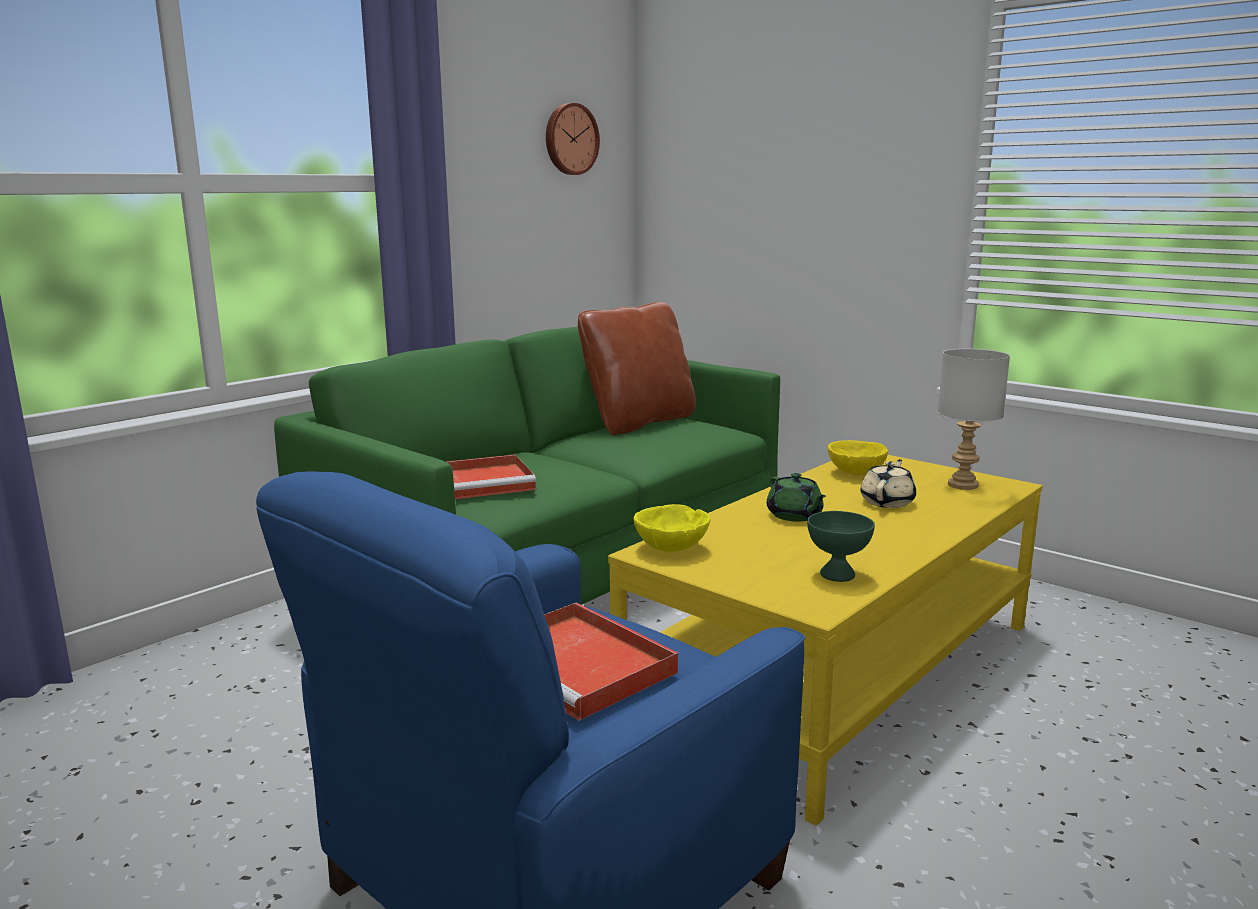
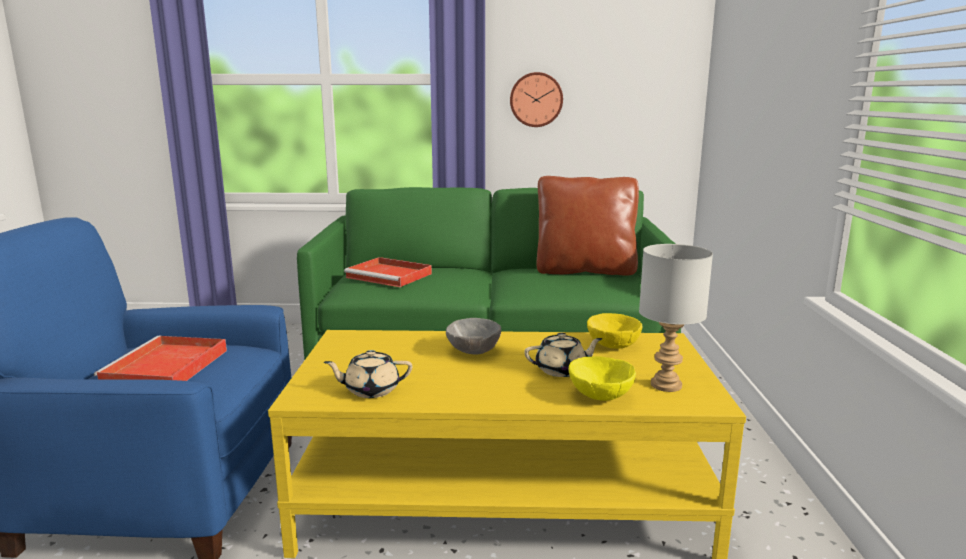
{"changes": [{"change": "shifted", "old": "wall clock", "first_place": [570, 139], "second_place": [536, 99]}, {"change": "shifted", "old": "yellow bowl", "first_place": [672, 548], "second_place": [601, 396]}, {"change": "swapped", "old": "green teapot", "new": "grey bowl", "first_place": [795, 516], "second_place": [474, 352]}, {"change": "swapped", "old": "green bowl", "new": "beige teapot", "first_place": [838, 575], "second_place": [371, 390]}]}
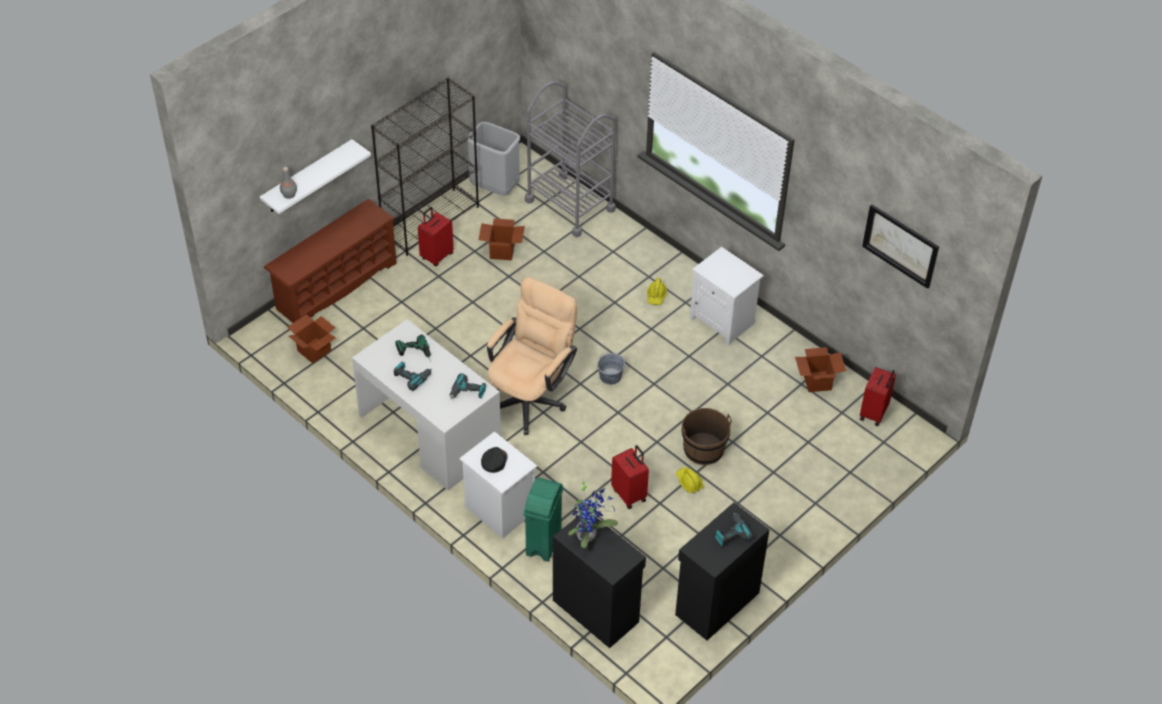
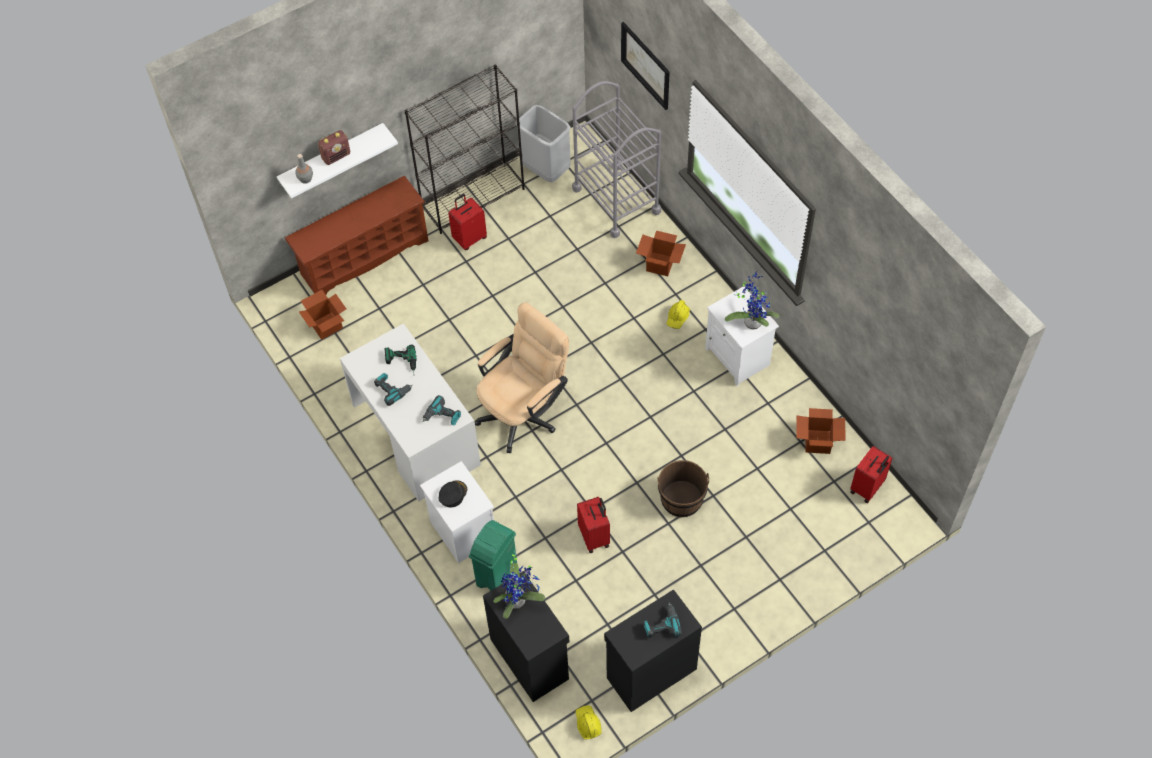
{"changes": [{"change": "gone", "old": "grey bucket", "first_place": [610, 376]}, {"change": "new", "new": "radio", "second_place": [336, 156]}, {"change": "new", "new": "potted plant", "second_place": [752, 321]}, {"change": "shifted", "old": "cardboard box", "first_place": [502, 251], "second_place": [660, 264]}, {"change": "shifted", "old": "yellow hard hat", "first_place": [689, 482], "second_place": [587, 724]}, {"change": "shifted", "old": "picture", "first_place": [900, 245], "second_place": [646, 65]}]}
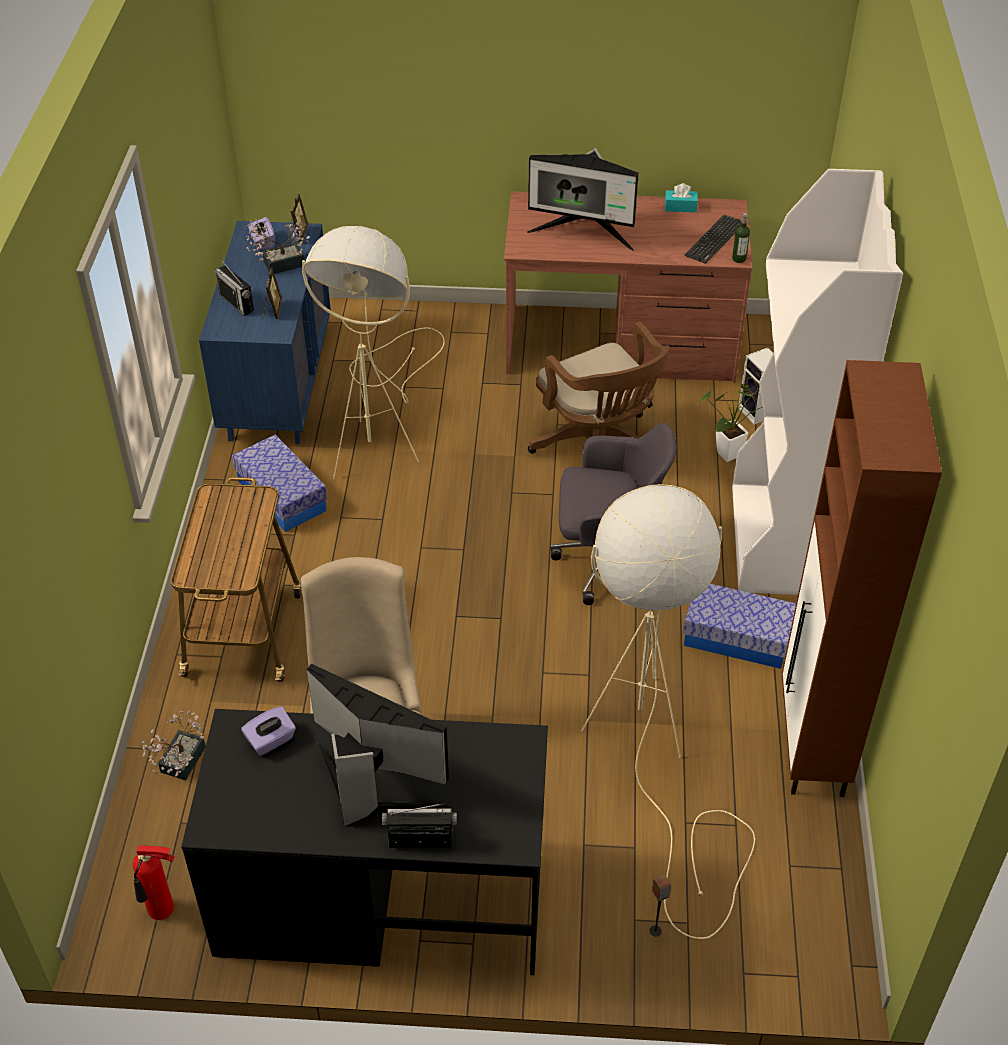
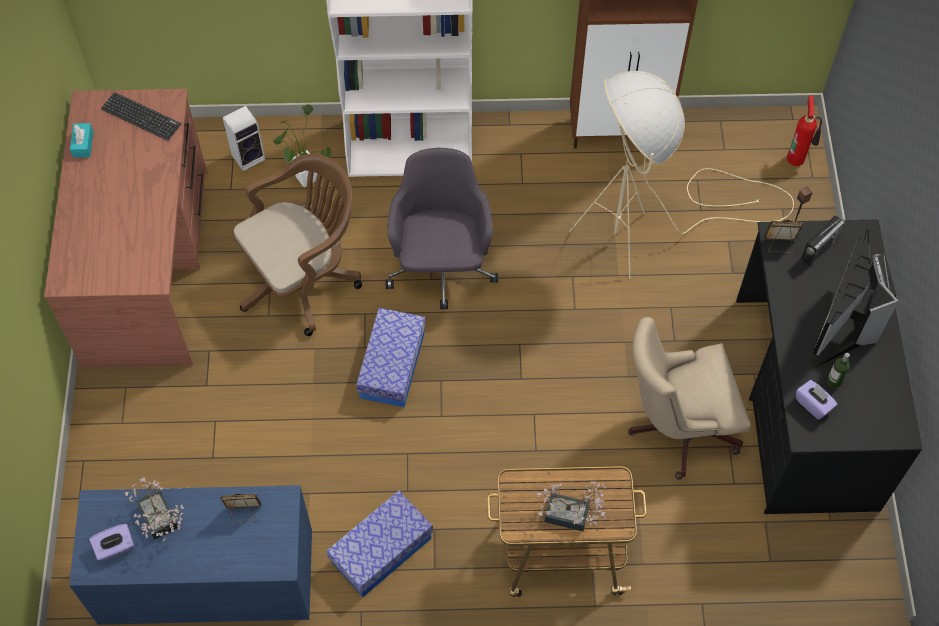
{"changes": [{"change": "gone", "old": "beige floor lamp", "first_place": [380, 427]}, {"change": "gone", "old": "monitor", "first_place": [584, 233]}, {"change": "shifted", "old": "fire extinguisher", "first_place": [162, 911], "second_place": [797, 157]}, {"change": "shifted", "old": "potted plant", "first_place": [179, 764], "second_place": [572, 516]}, {"change": "shifted", "old": "radio", "first_place": [236, 303], "second_place": [819, 249]}, {"change": "shifted", "old": "picture frame", "first_place": [298, 235], "second_place": [779, 245]}, {"change": "shifted", "old": "storage box", "first_place": [737, 637], "second_place": [392, 365]}, {"change": "shifted", "old": "bottle", "first_place": [739, 259], "second_place": [834, 381]}]}
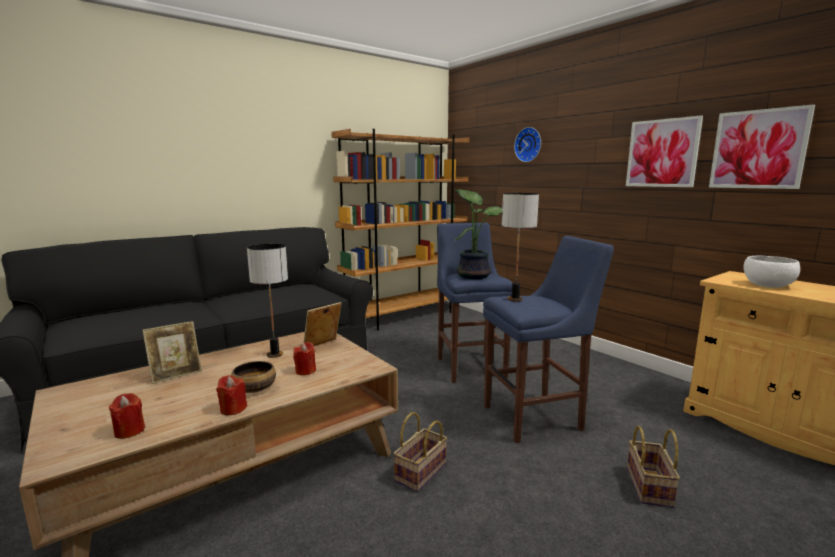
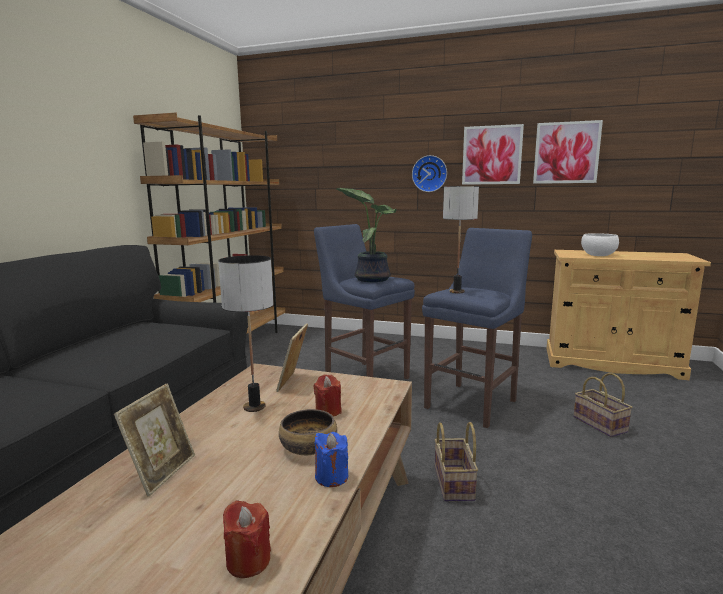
{"changes": [{"change": "shifted", "old": "wall clock", "first_place": [529, 144], "second_place": [429, 173]}, {"change": "repainted", "old": "red candle", "new": "blue candle", "first_place": [233, 409], "second_place": [331, 477]}]}
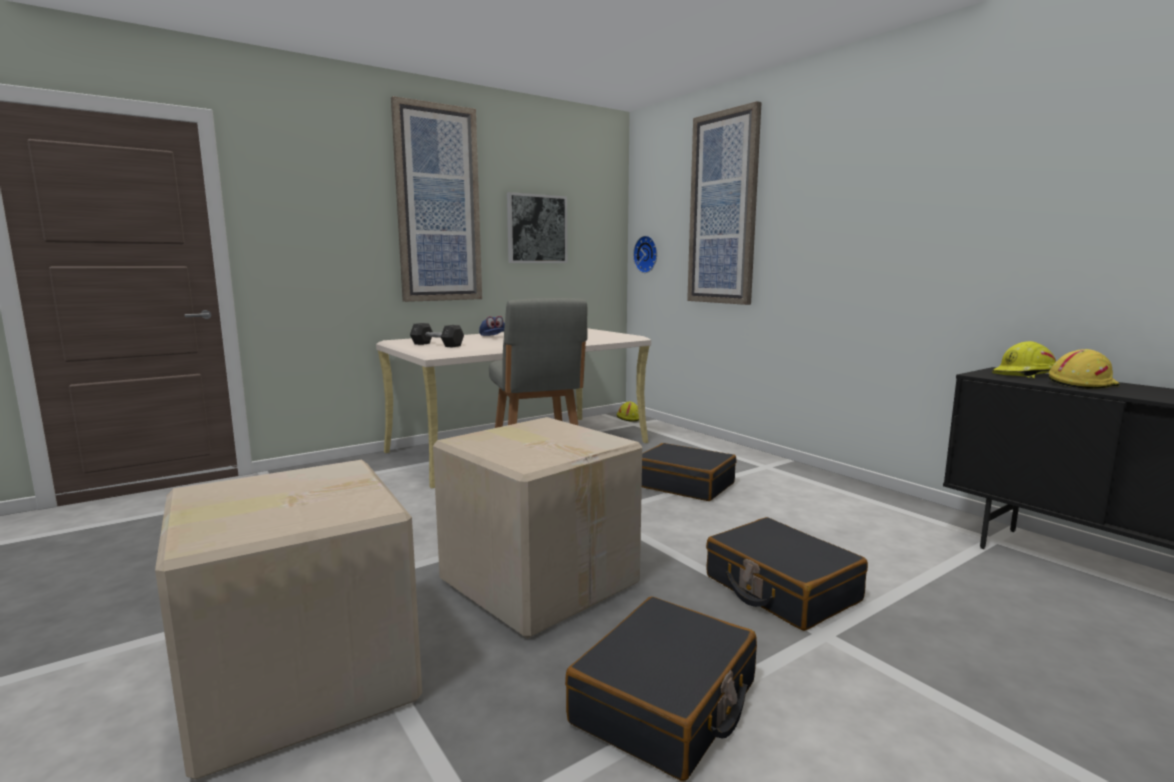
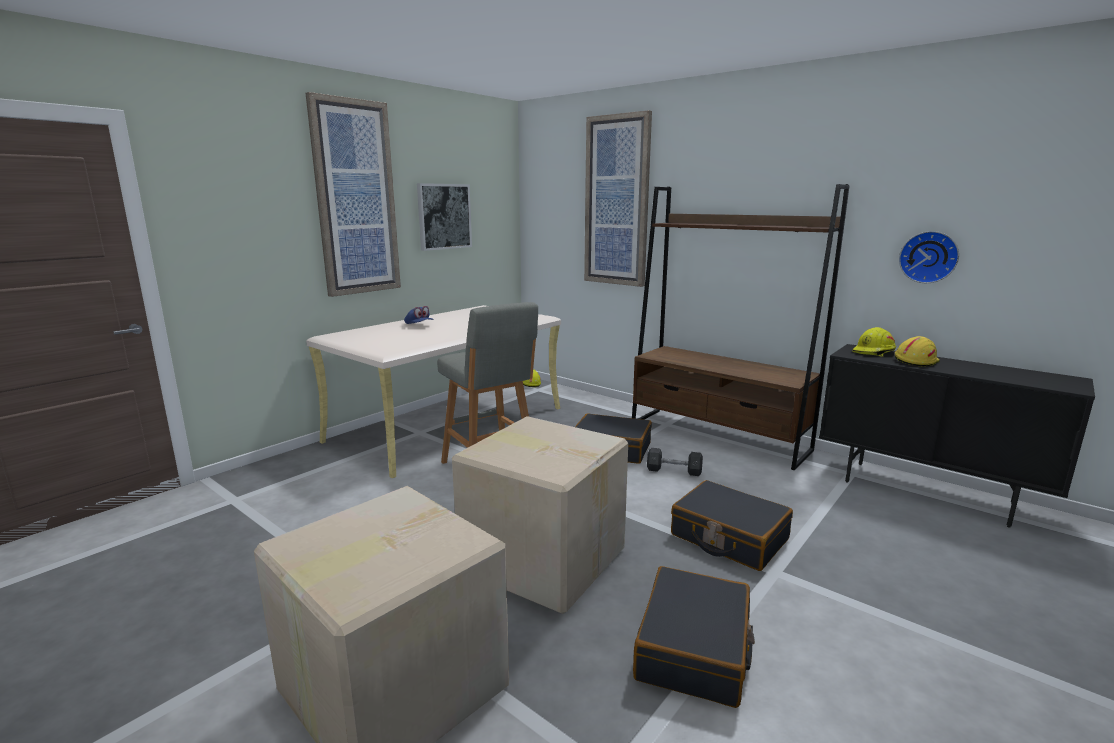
{"changes": [{"change": "new", "new": "brown bookcase", "second_place": [718, 437]}, {"change": "shifted", "old": "grey dumbbell", "first_place": [437, 345], "second_place": [674, 470]}, {"change": "shifted", "old": "wall clock", "first_place": [647, 254], "second_place": [929, 257]}]}
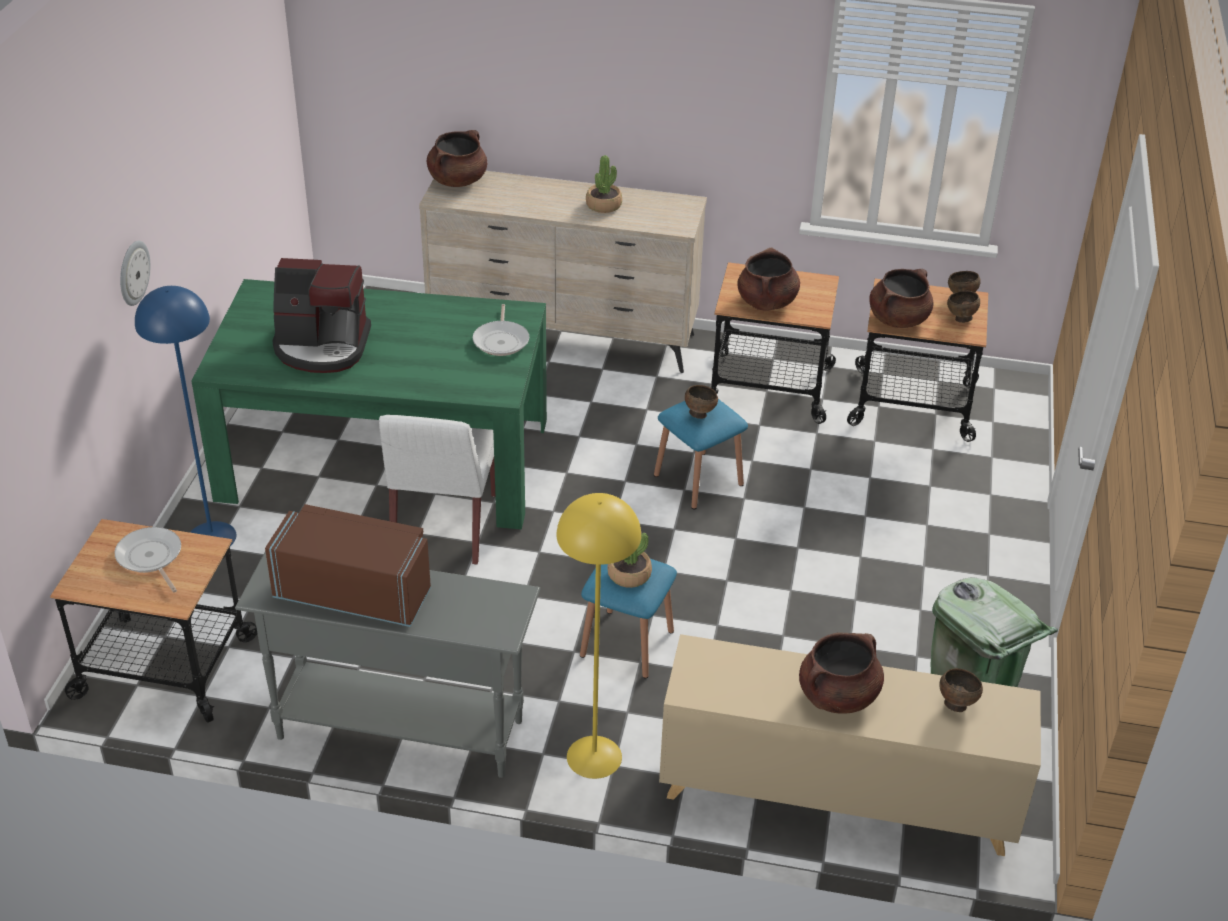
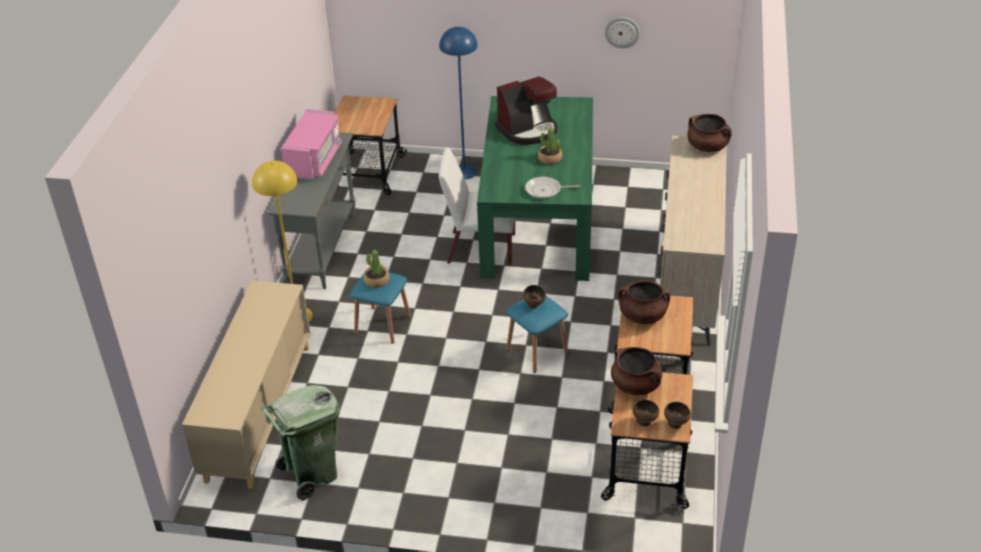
{"changes": [{"change": "gone", "old": "frying pan", "first_place": [150, 558]}, {"change": "gone", "old": "brown cooking pot", "first_place": [837, 696]}, {"change": "gone", "old": "brown bowl", "first_place": [956, 704]}, {"change": "shifted", "old": "wall clock", "first_place": [133, 272], "second_place": [622, 32]}, {"change": "shifted", "old": "potted plant", "first_place": [603, 205], "second_place": [549, 159]}, {"change": "repainted", "old": "brown microwave", "new": "pink microwave", "first_place": [354, 593], "second_place": [314, 160]}, {"change": "rotated", "old": "coffee machine", "first_place": [322, 347], "second_place": [528, 130], "degrees": -120}]}
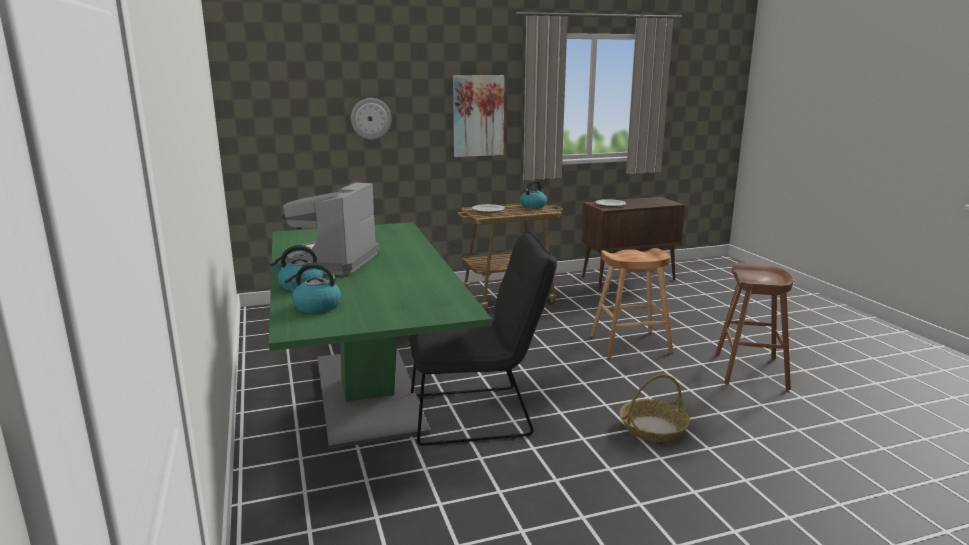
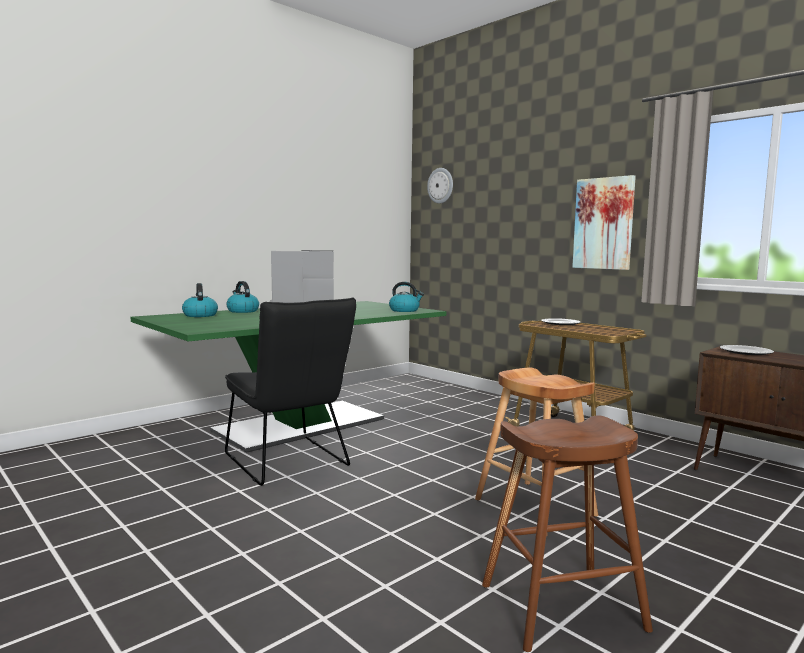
{"changes": [{"change": "gone", "old": "basket", "first_place": [653, 428]}, {"change": "shifted", "old": "wall clock", "first_place": [371, 118], "second_place": [440, 185]}, {"change": "shifted", "old": "kettle", "first_place": [533, 206], "second_place": [405, 310]}]}
